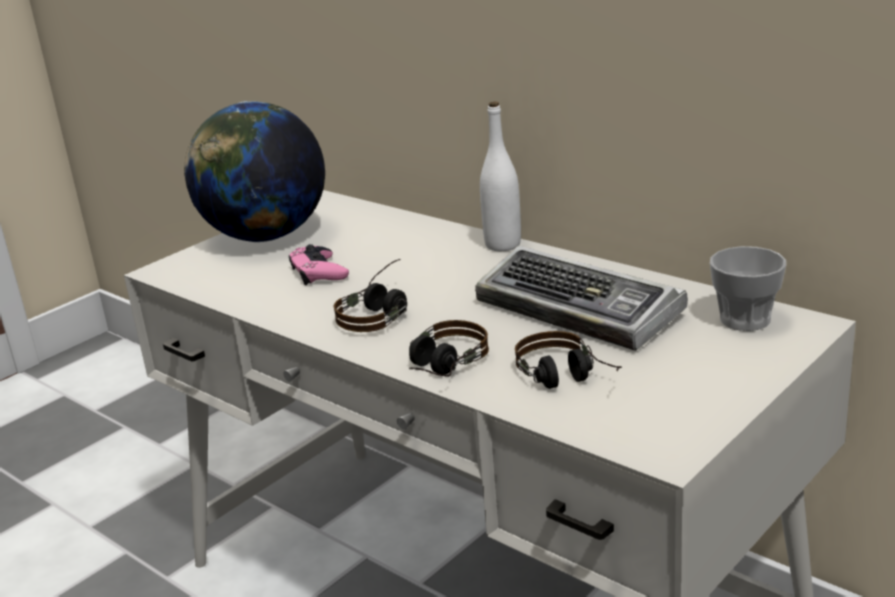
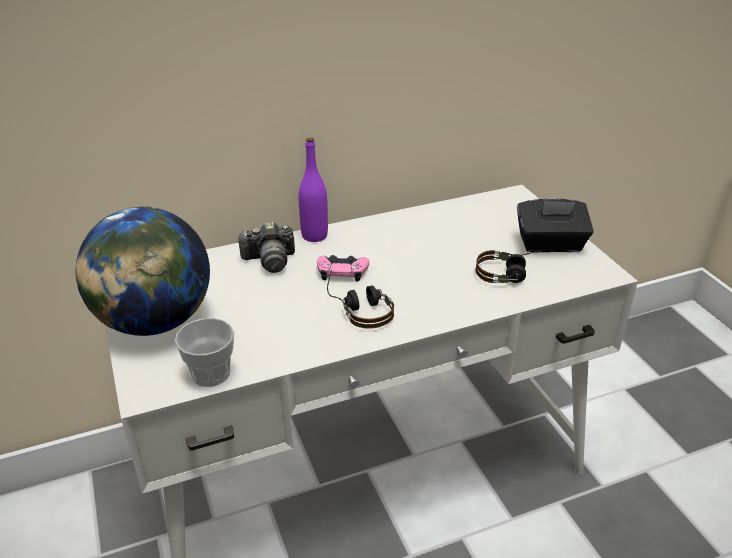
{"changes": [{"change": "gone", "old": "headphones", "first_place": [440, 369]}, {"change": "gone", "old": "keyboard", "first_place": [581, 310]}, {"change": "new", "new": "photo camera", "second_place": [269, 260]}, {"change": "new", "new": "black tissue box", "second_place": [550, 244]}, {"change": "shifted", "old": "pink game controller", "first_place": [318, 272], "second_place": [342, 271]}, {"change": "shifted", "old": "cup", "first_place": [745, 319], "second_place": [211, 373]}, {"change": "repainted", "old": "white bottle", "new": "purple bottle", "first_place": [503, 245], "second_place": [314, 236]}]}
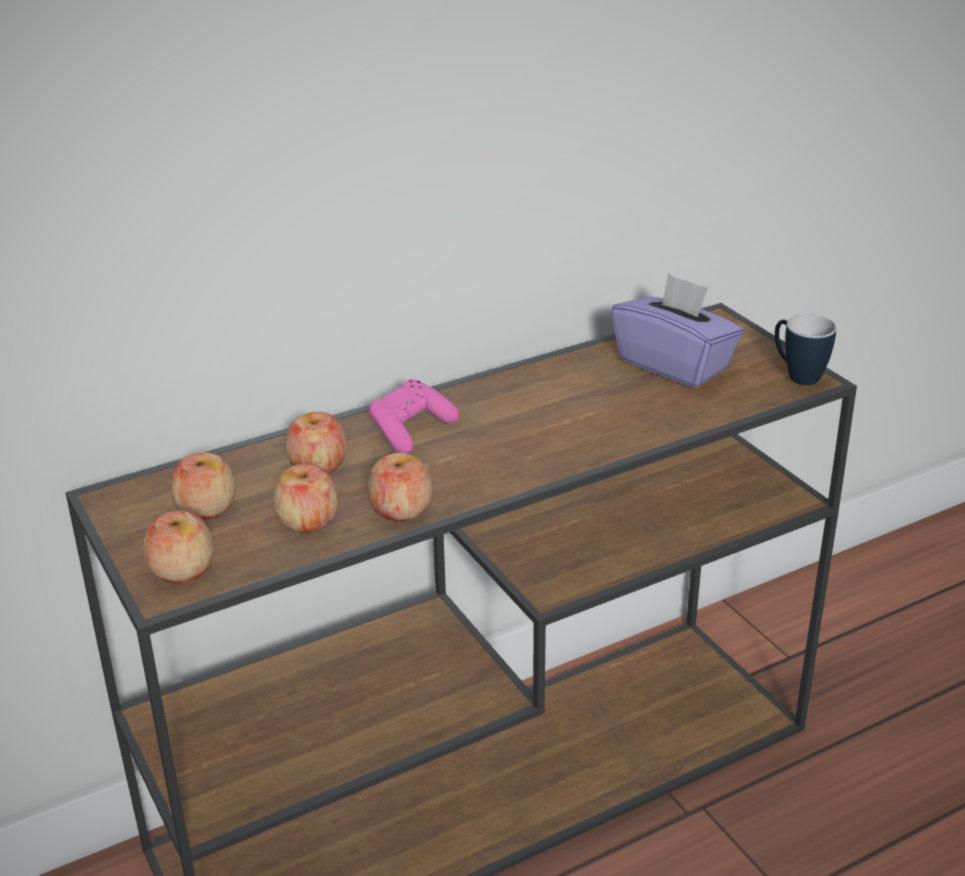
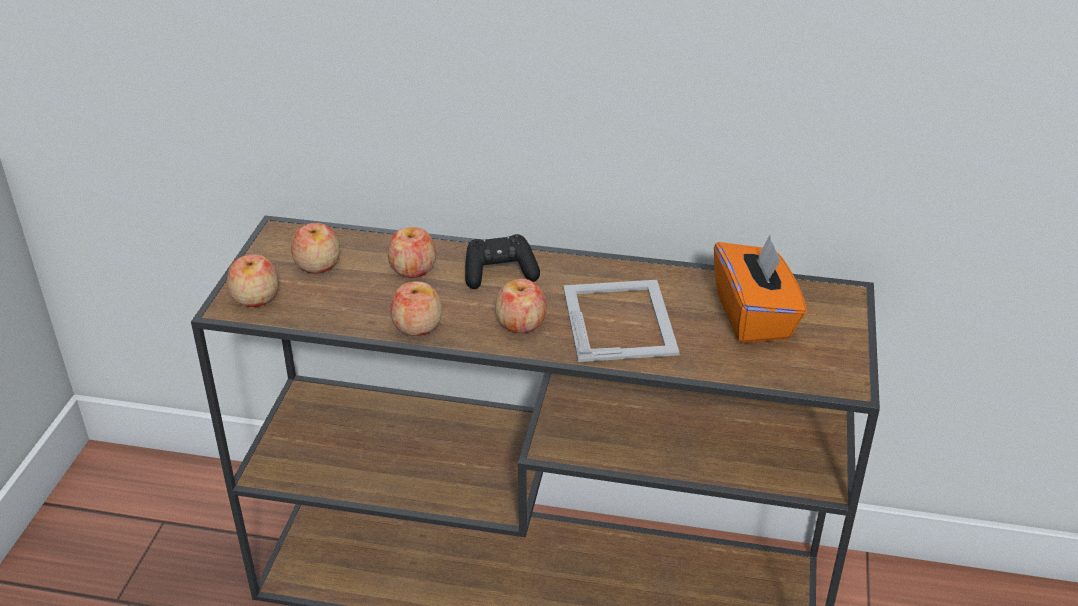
{"changes": [{"change": "gone", "old": "mug", "first_place": [797, 375]}, {"change": "new", "new": "picture frame", "second_place": [620, 319]}, {"change": "shifted", "old": "apple", "first_place": [308, 520], "second_place": [521, 323]}, {"change": "repainted", "old": "pink game controller", "new": "black game controller", "first_place": [410, 430], "second_place": [500, 273]}, {"change": "repainted", "old": "purple tissue box", "new": "orange tissue box", "first_place": [674, 365], "second_place": [754, 316]}]}
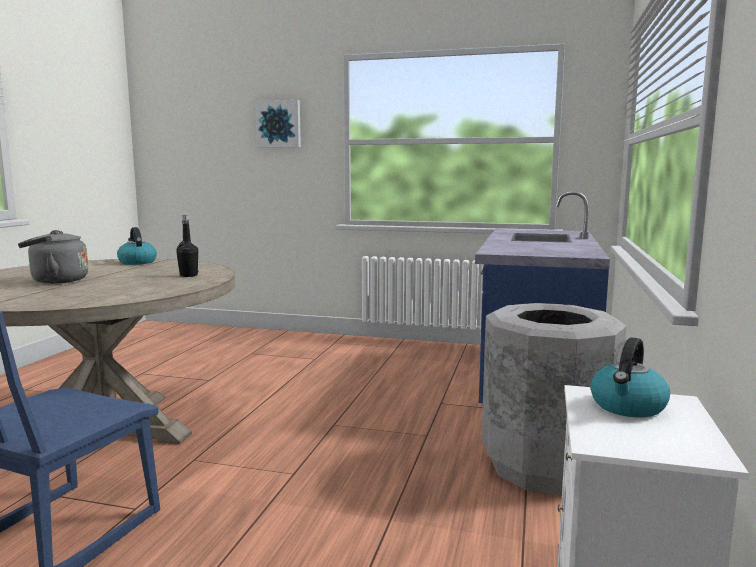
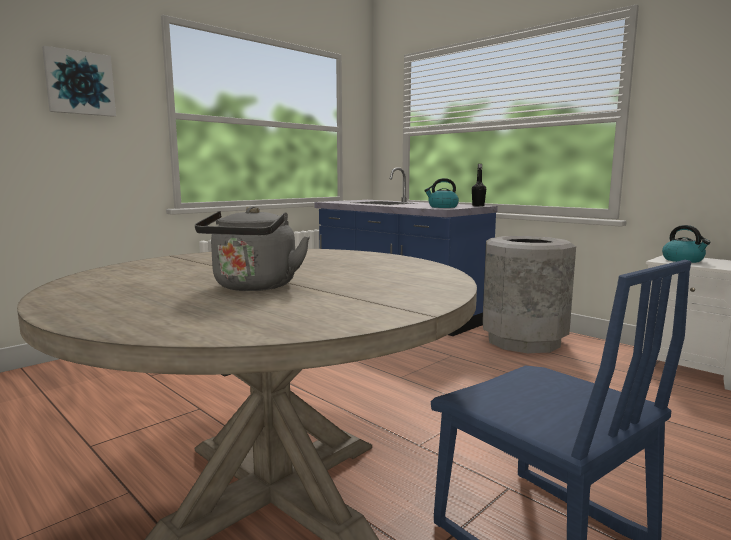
{"changes": [{"change": "shifted", "old": "kettle", "first_place": [137, 262], "second_place": [442, 207]}, {"change": "shifted", "old": "black bottle", "first_place": [188, 275], "second_place": [478, 206]}]}
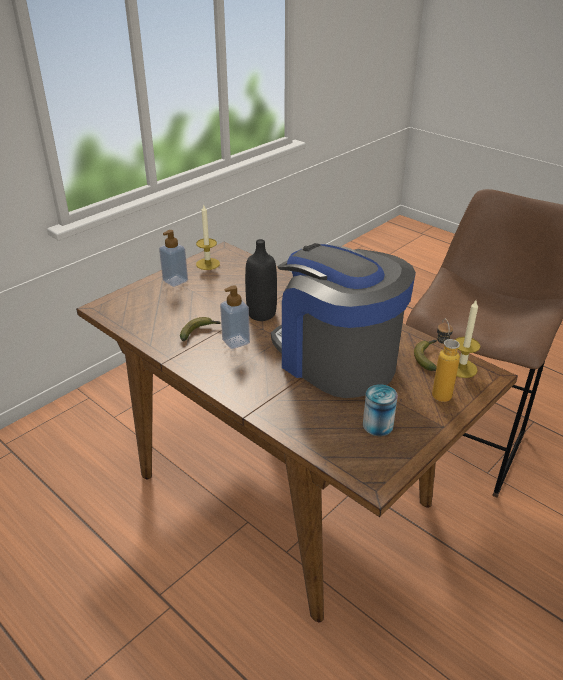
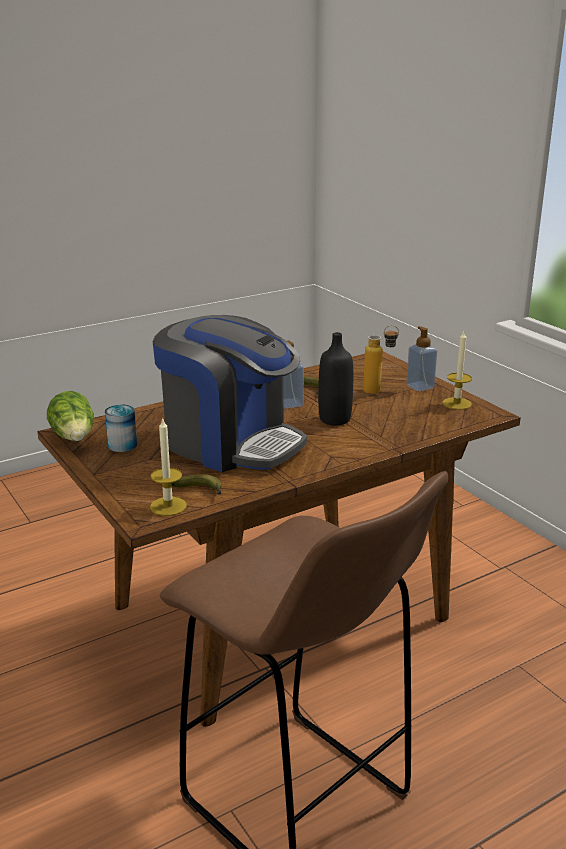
{"changes": [{"change": "new", "new": "lettuce", "second_place": [74, 437]}, {"change": "shifted", "old": "bottle", "first_place": [438, 391], "second_place": [379, 391]}, {"change": "rotated", "old": "coffee machine", "first_place": [336, 359], "second_place": [230, 443], "degrees": 60}]}
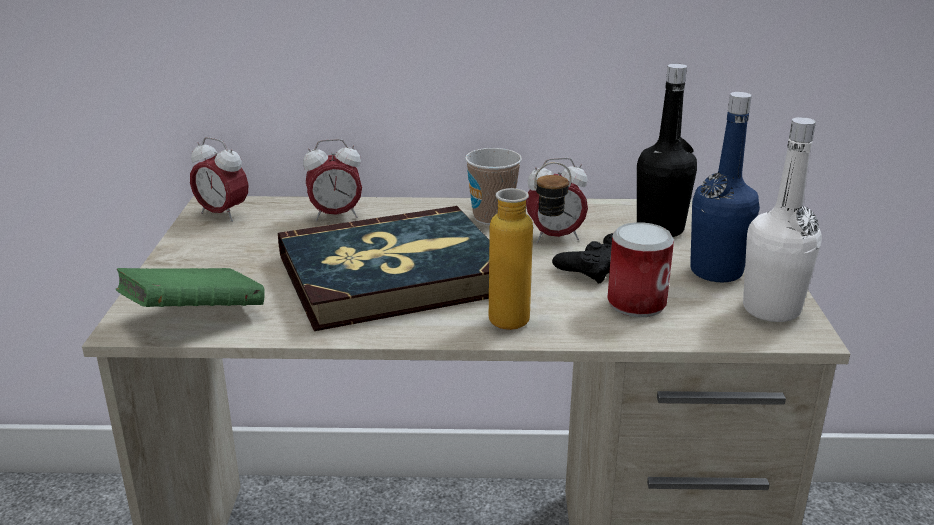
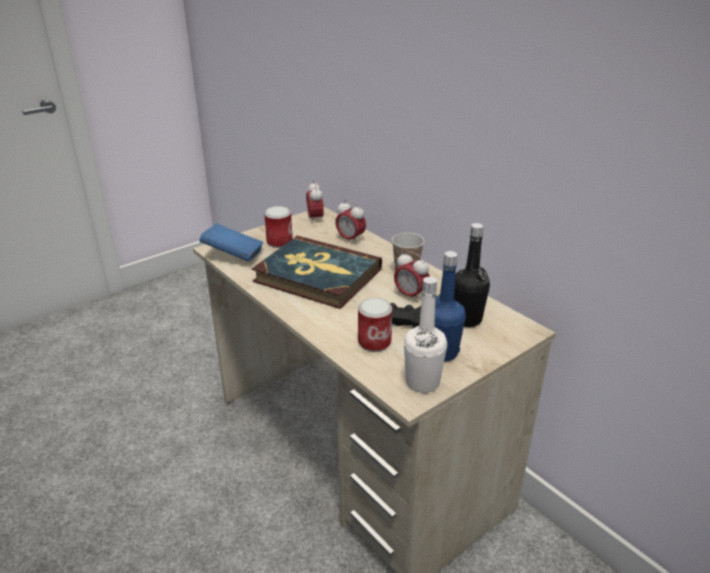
{"changes": [{"change": "gone", "old": "bottle", "first_place": [526, 320]}, {"change": "new", "new": "can", "second_place": [279, 242]}, {"change": "repainted", "old": "green book", "new": "blue book", "first_place": [194, 317], "second_place": [233, 255]}]}
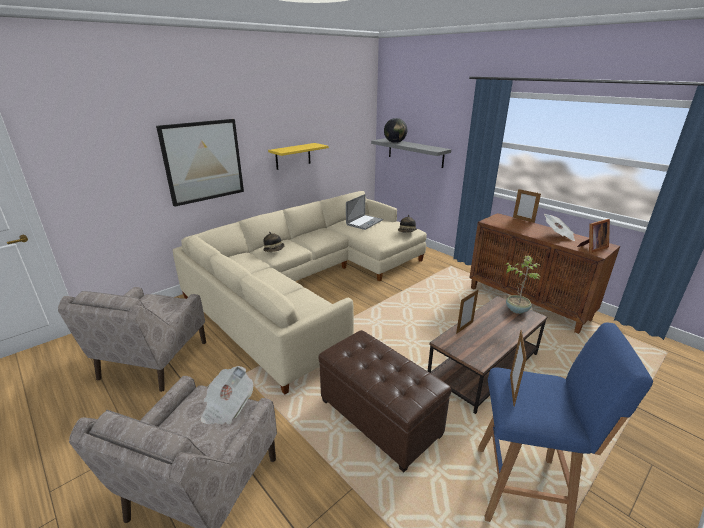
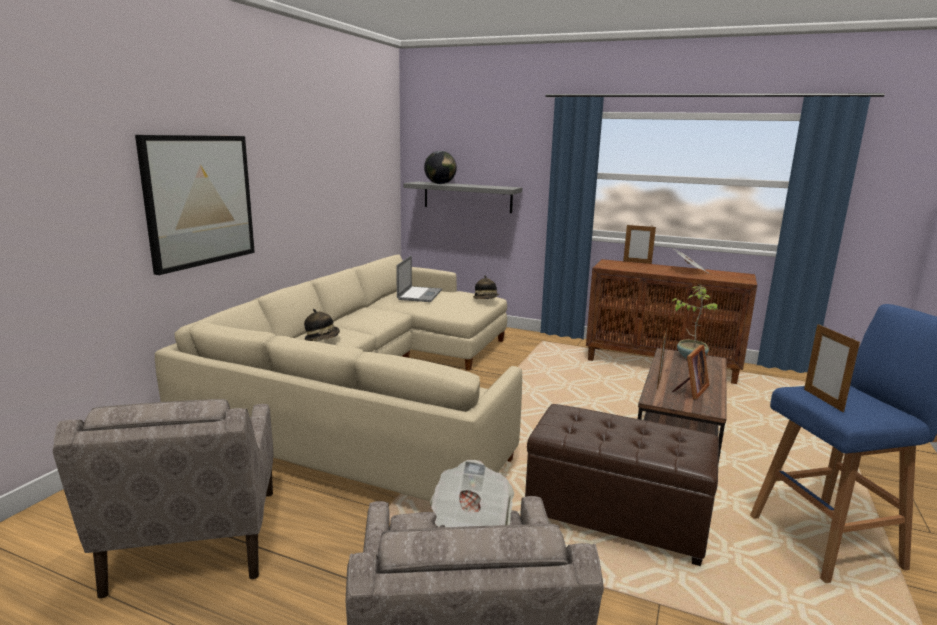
{"changes": [{"change": "gone", "old": "yellow shelf", "first_place": [293, 156]}, {"change": "shifted", "old": "picture frame", "first_place": [592, 248], "second_place": [691, 391]}]}
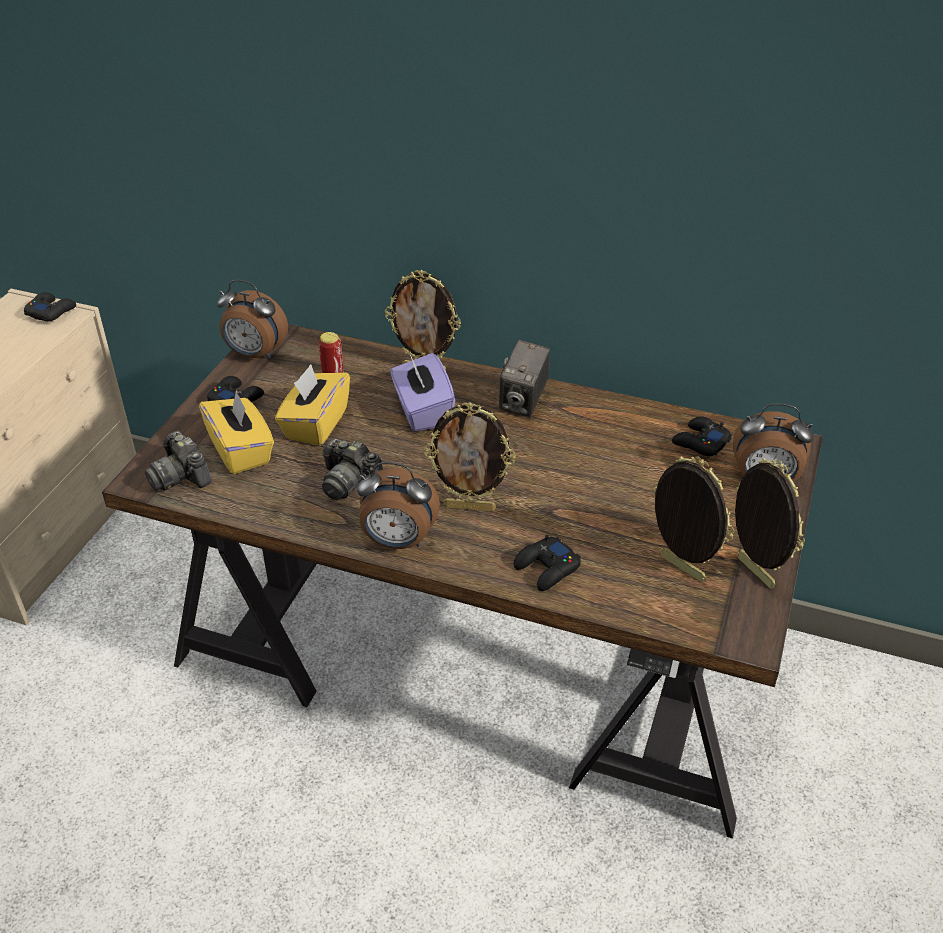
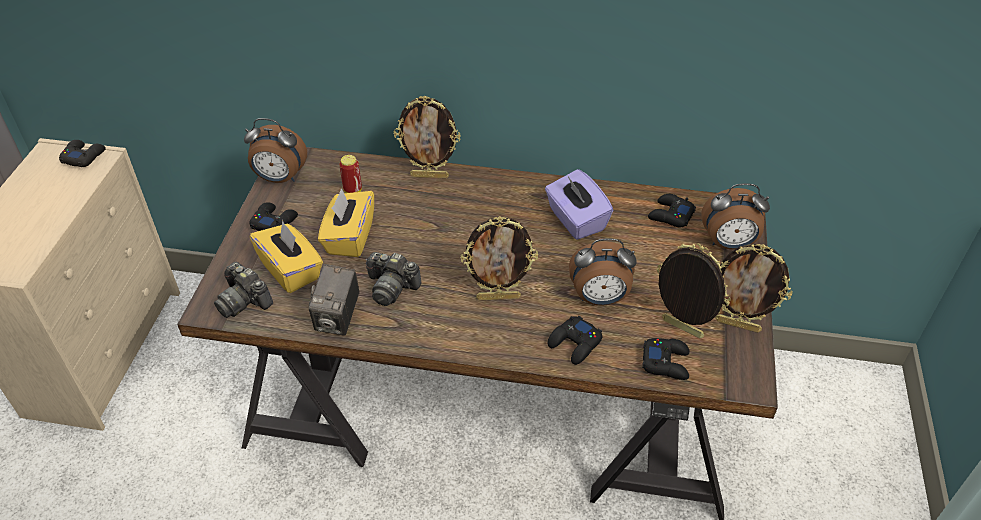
{"changes": [{"change": "new", "new": "black game controller", "second_place": [666, 362]}, {"change": "shifted", "old": "alarm clock", "first_place": [398, 541], "second_place": [599, 298]}, {"change": "shifted", "old": "purple tissue box", "first_place": [422, 411], "second_place": [575, 220]}, {"change": "shifted", "old": "photo camera", "first_place": [523, 402], "second_place": [338, 318]}, {"change": "rotated", "old": "picture frame", "first_place": [753, 573], "second_place": [738, 325], "degrees": 150}]}
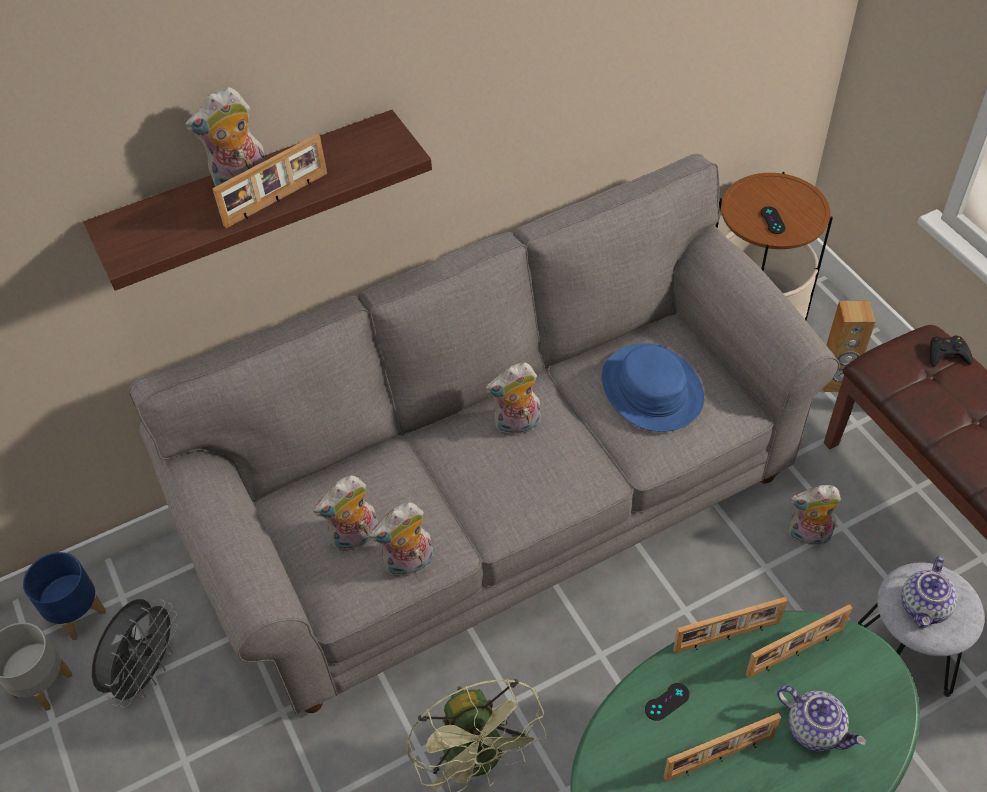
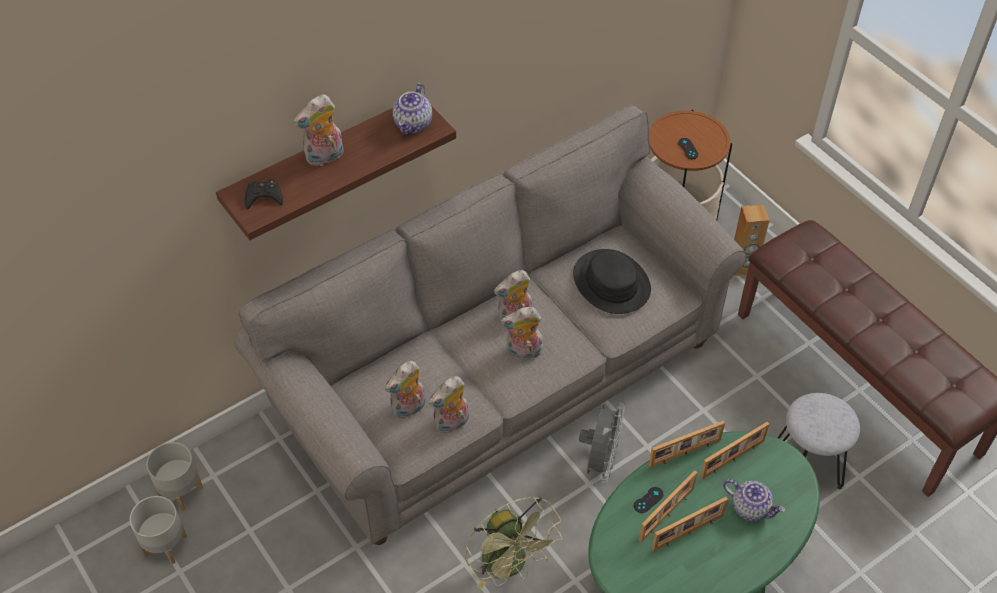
{"changes": [{"change": "shifted", "old": "grey fan", "first_place": [147, 672], "second_place": [600, 461]}, {"change": "shifted", "old": "picture frame", "first_place": [277, 200], "second_place": [667, 515]}, {"change": "shifted", "old": "plush toy", "first_place": [808, 536], "second_place": [523, 353]}, {"change": "shifted", "old": "teapot", "first_place": [925, 607], "second_place": [413, 124]}, {"change": "shifted", "old": "black game controller", "first_place": [947, 354], "second_place": [263, 197]}, {"change": "repainted", "old": "blue planter", "new": "grey planter", "first_place": [78, 614], "second_place": [181, 491]}, {"change": "repainted", "old": "blue hat", "new": "black hat", "first_place": [651, 389], "second_place": [611, 283]}]}
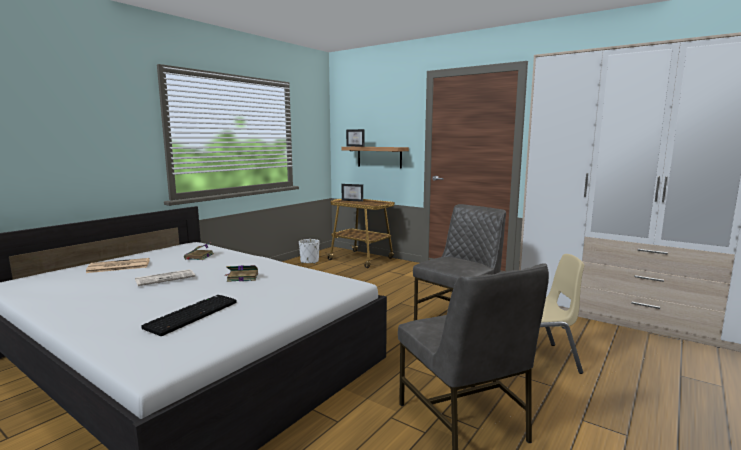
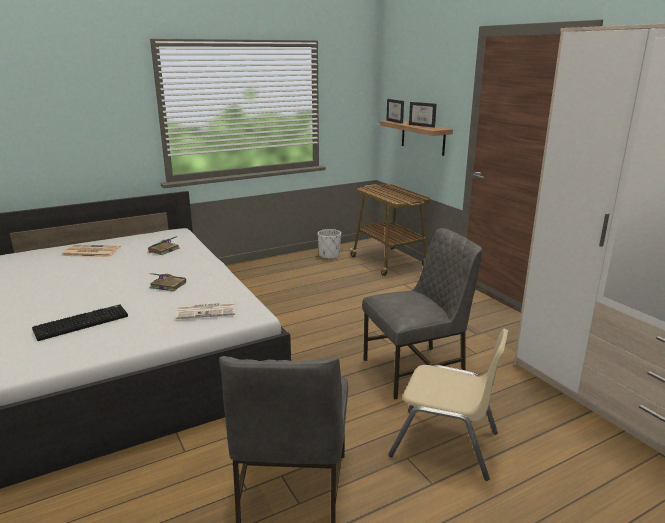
{"changes": [{"change": "shifted", "old": "newspaper", "first_place": [166, 278], "second_place": [207, 311]}, {"change": "shifted", "old": "picture frame", "first_place": [353, 200], "second_place": [424, 126]}]}
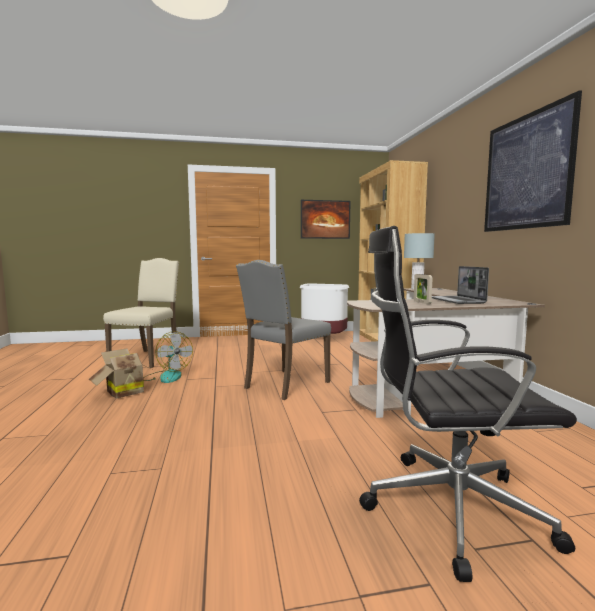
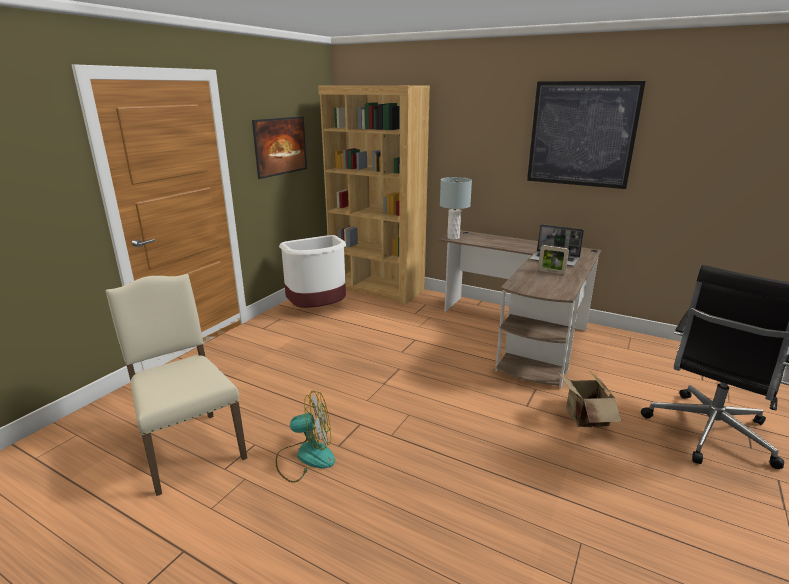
{"changes": [{"change": "gone", "old": "grey chair", "first_place": [284, 385]}, {"change": "shifted", "old": "cardboard box", "first_place": [123, 392], "second_place": [583, 418]}]}
